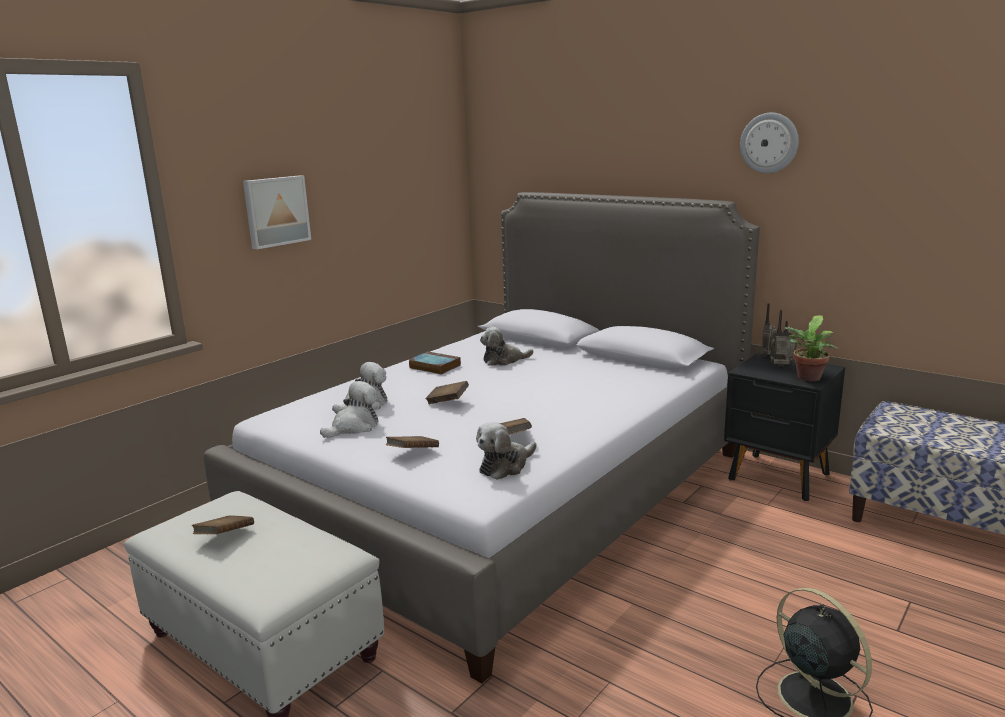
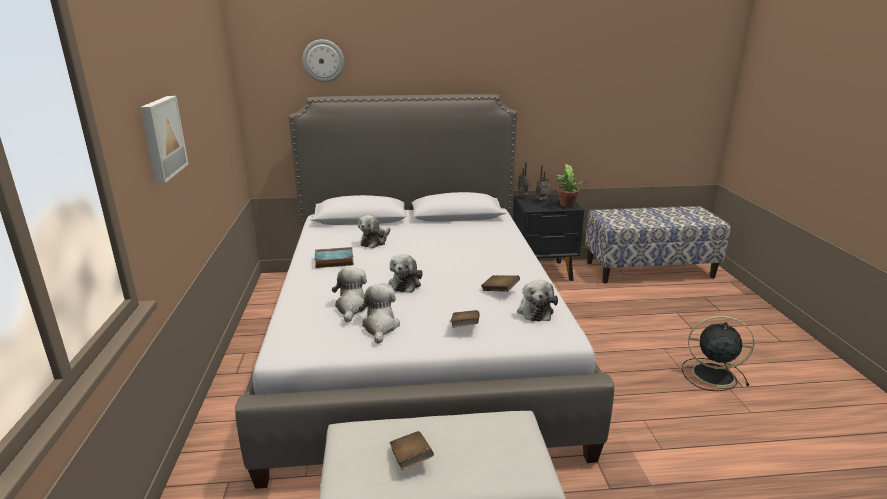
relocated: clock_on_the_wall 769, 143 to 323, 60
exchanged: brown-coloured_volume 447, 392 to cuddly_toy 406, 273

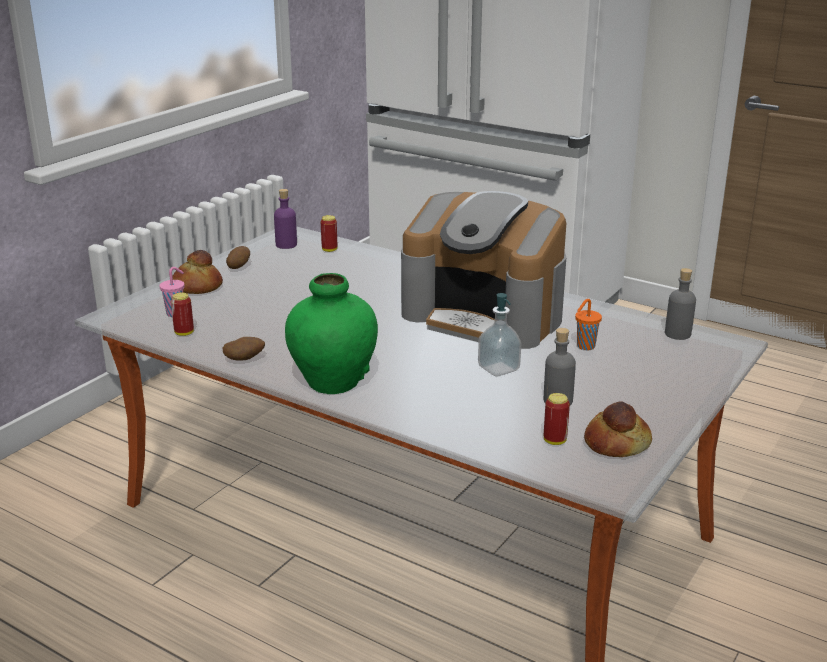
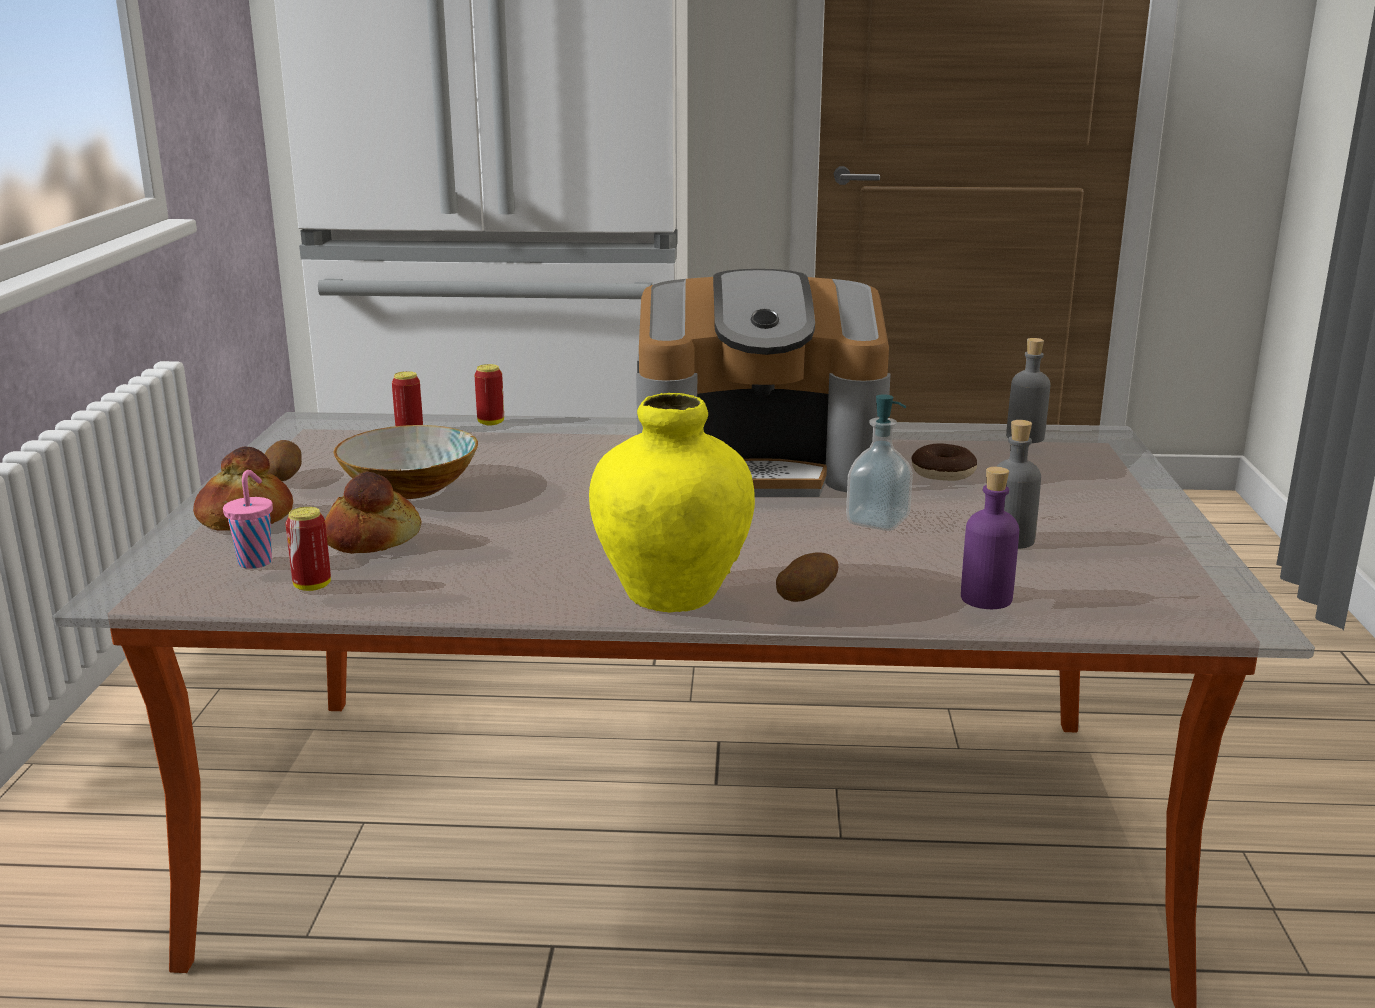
appeared: deep_dish 405, 462
relocated: spud 244, 348 to 807, 577; purplish_bottle 285, 219 to 990, 538; can 557, 419 to 489, 395; bakery_bread 618, 429 to 373, 512
exchanged: orange-coloured_cup 588, 324 to donut 944, 462
colour: greenish_flower_vase 331, 334 to yellow-coloured_flower_vase 672, 503

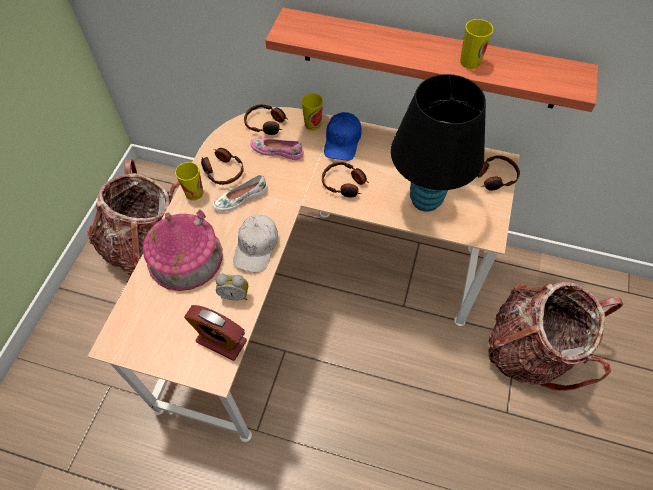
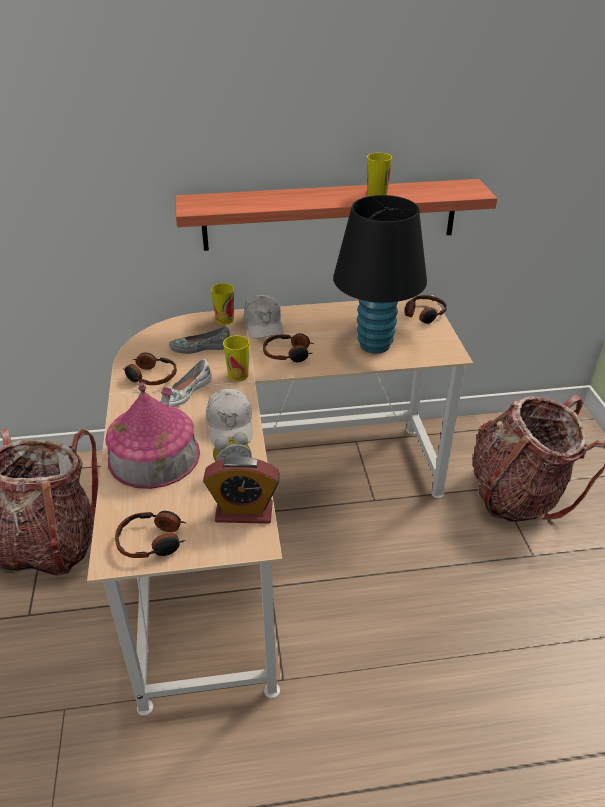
relocated: cup 189, 181 to 236, 358; headset 266, 119 to 150, 534
colour: pink_shoe 277, 149 to grey_shoe 199, 340; blue_baseball_cap 343, 136 to white_baseball_cap 263, 317

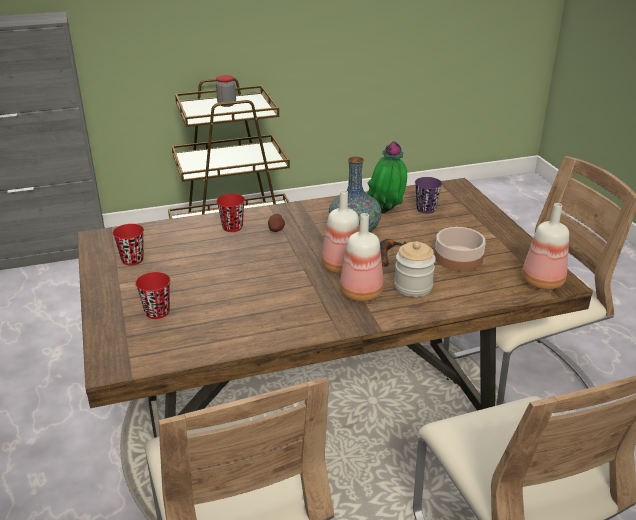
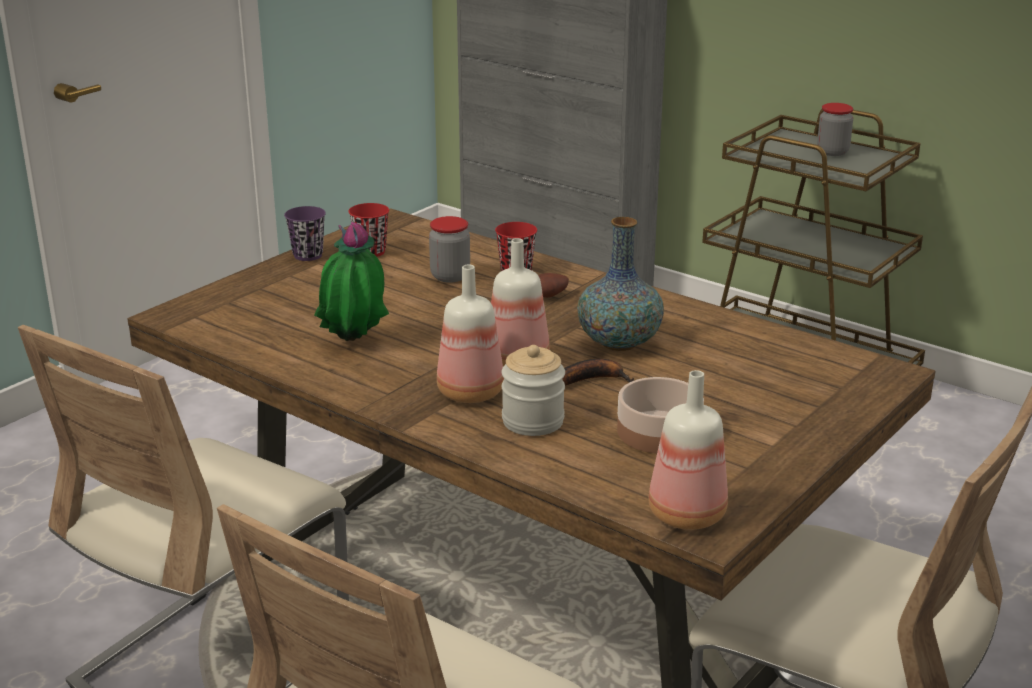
missing: reddish_cup 152, 295
appeared: storage_jar 449, 249
relocated: plant_in_a_pot 387, 177 to 351, 281; purplish_cup 428, 195 to 305, 233

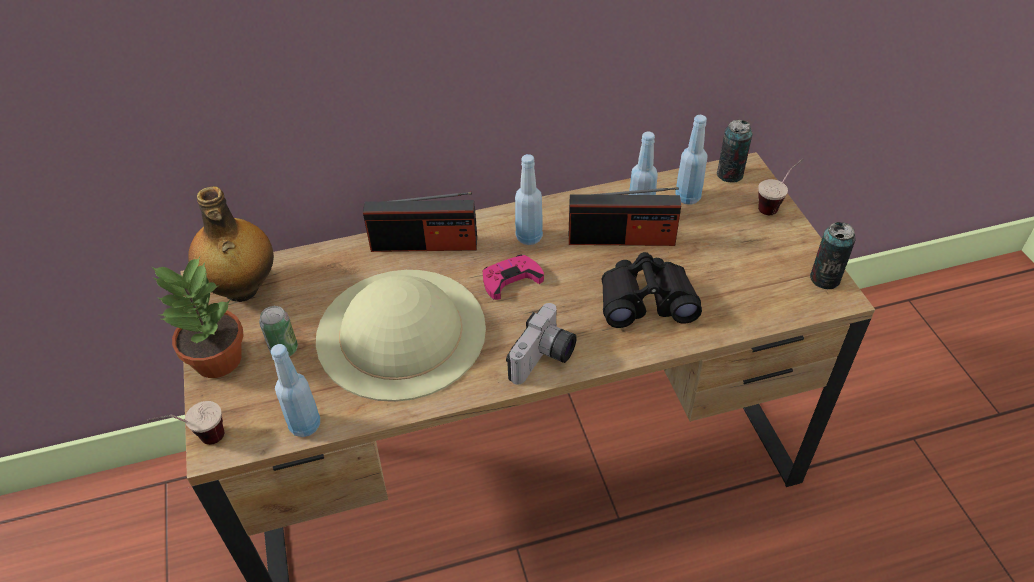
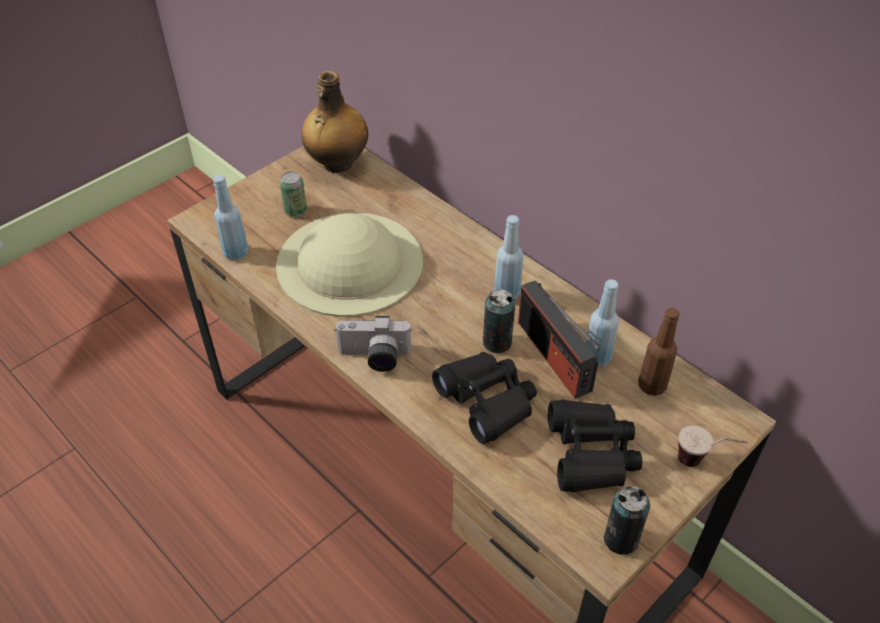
missing: cup 185, 423; plant_in_a_pot 198, 317; radio_receiver 420, 222; pink_gamepad 513, 277
appeared: blackish_binoculars 595, 445
relocated: can 735, 151 to 499, 321
colour: blue_bottle 691, 160 to brown-coloured_bottle 659, 352

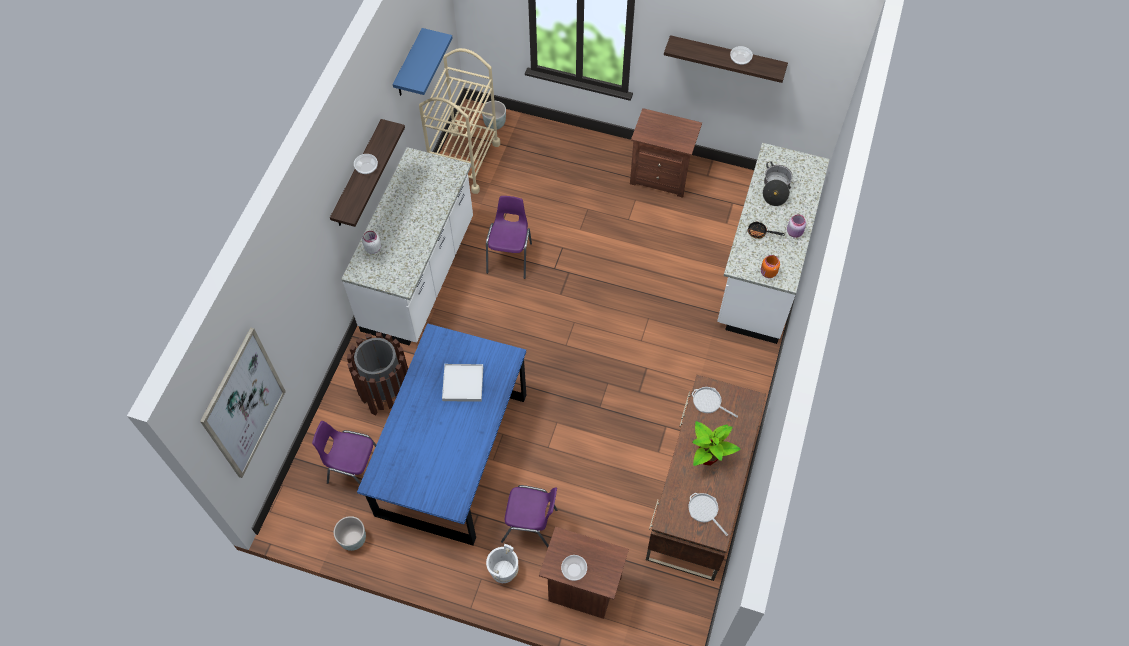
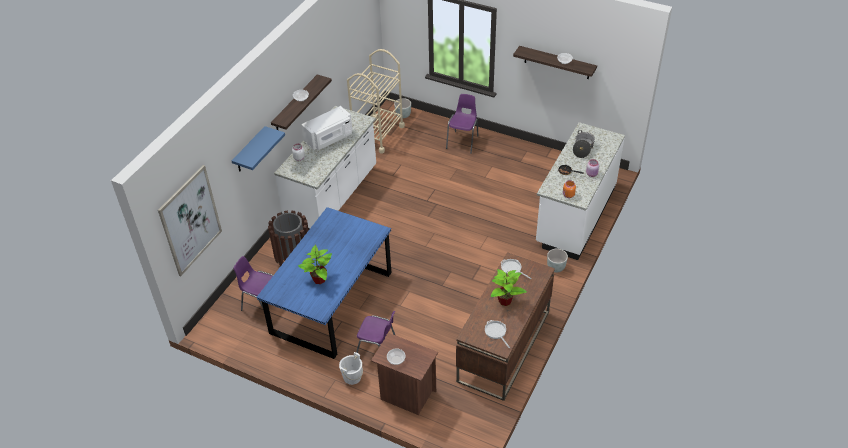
missing: white_serving_tray 462, 383; brown-coloured_nightstand 666, 153
appeared: plant_in_a_pot 315, 264; white_microwave_oven 326, 128
relocated: grey_plant_pot 350, 533 to 557, 260; blue_wall_shelf 422, 62 to 258, 149; purplish_chair 509, 237 to 462, 124

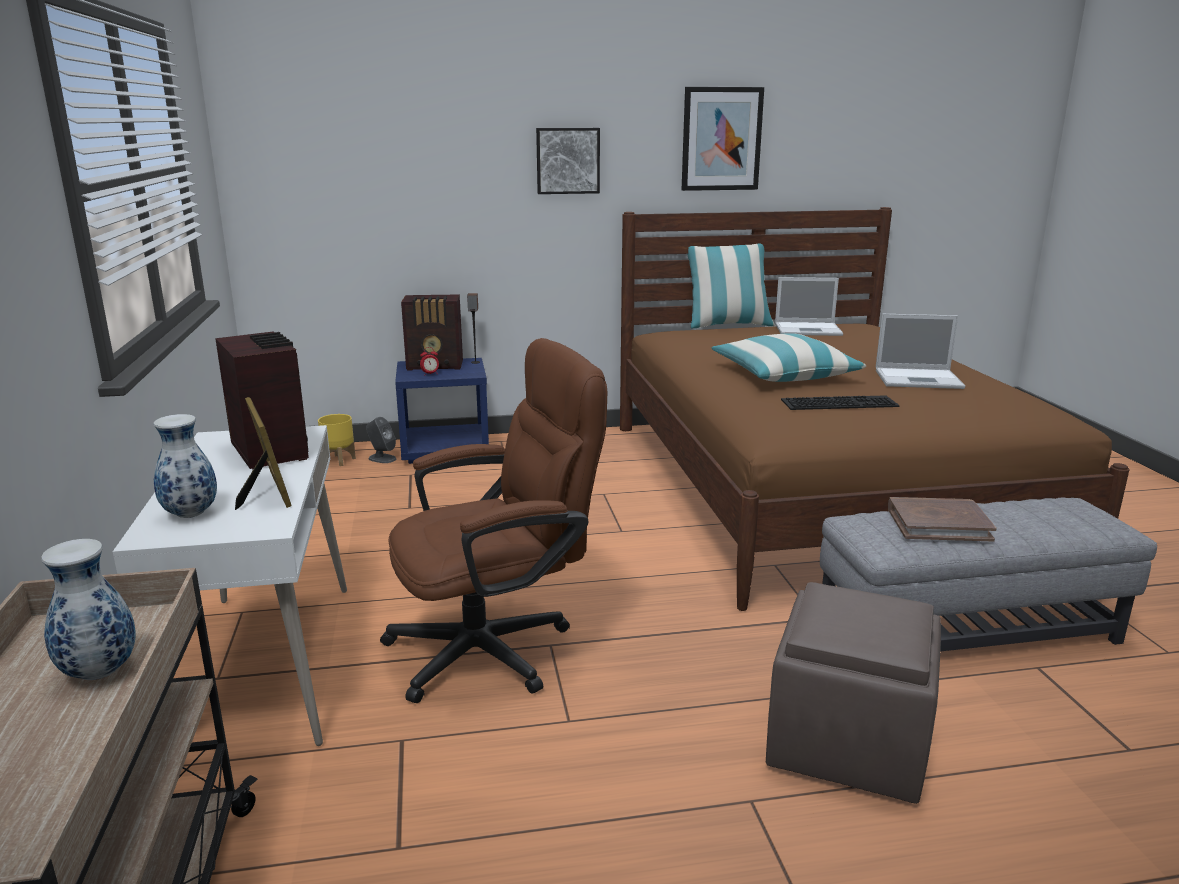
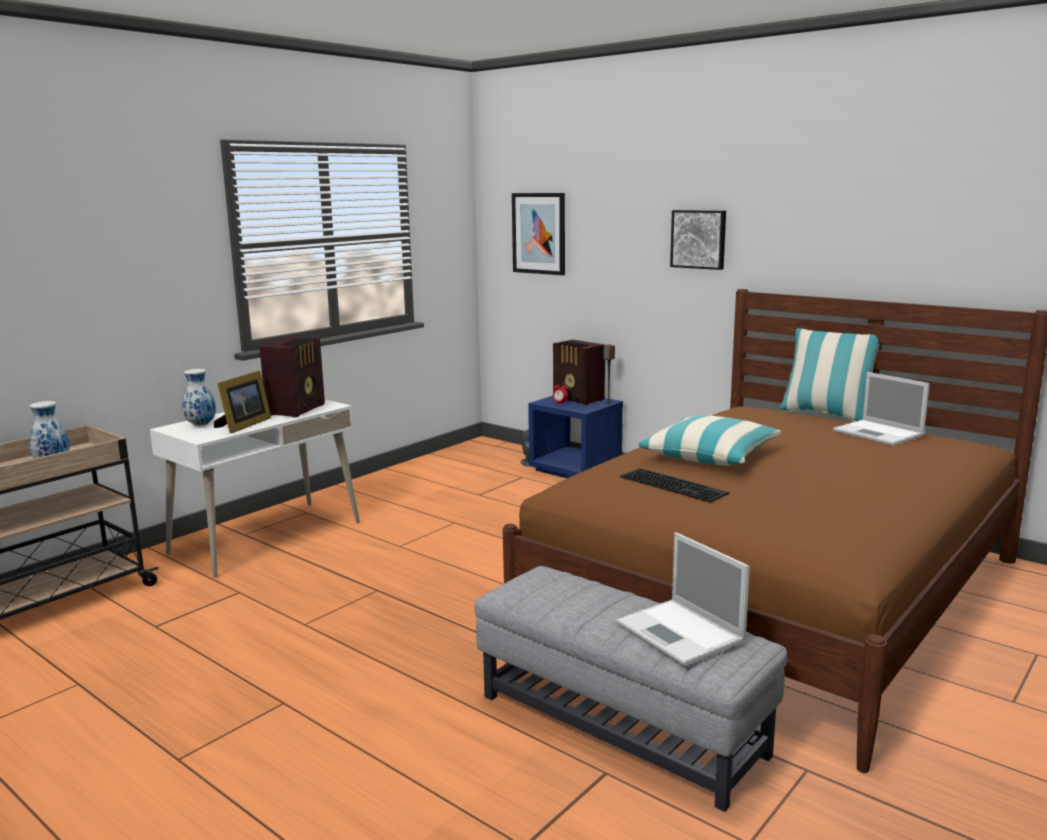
missing: yellow-coloured_plant_pot 337, 440; brown-coloured_desk_chair 493, 520; brown-coloured_ottoman 853, 693; brown-coloured_volume 942, 519
relocated: wall_art 723, 139 to 538, 234; portable_computer 920, 351 to 683, 599

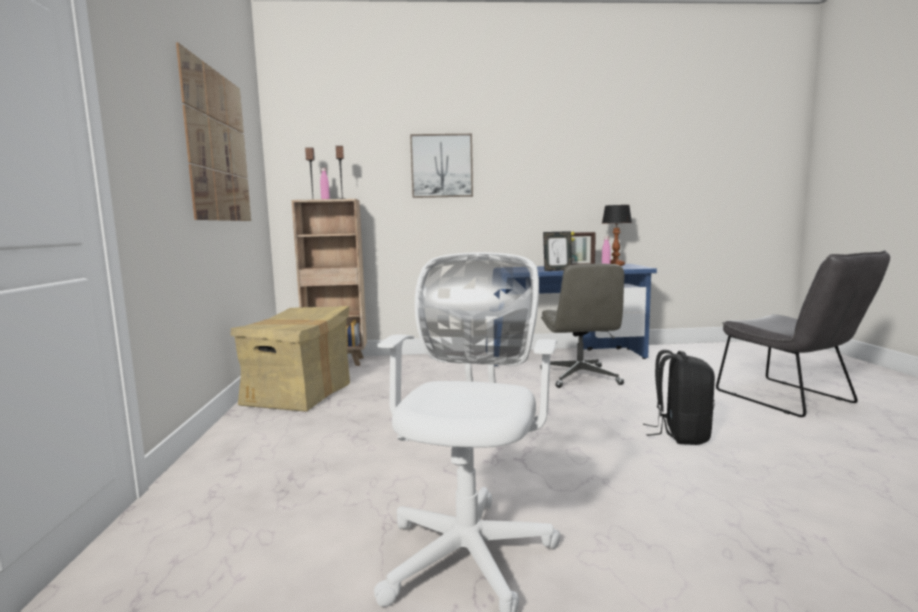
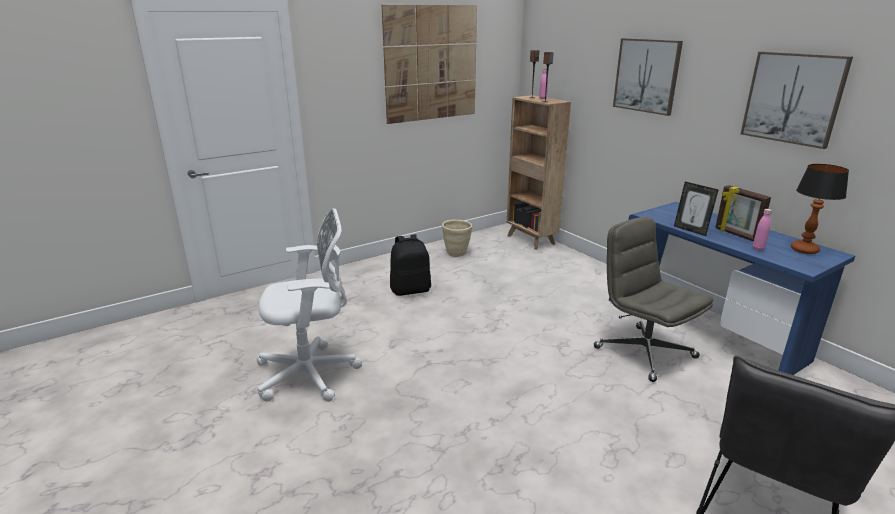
appeared: wall_art 797, 100
relocated: blackish_rucksack 679, 397 to 410, 265
exchanged: cardboard_box 290, 359 to beige_plant_pot 457, 238
spun: grey_desk_chair 582, 326 = 653, 299 90 degrees clockwise

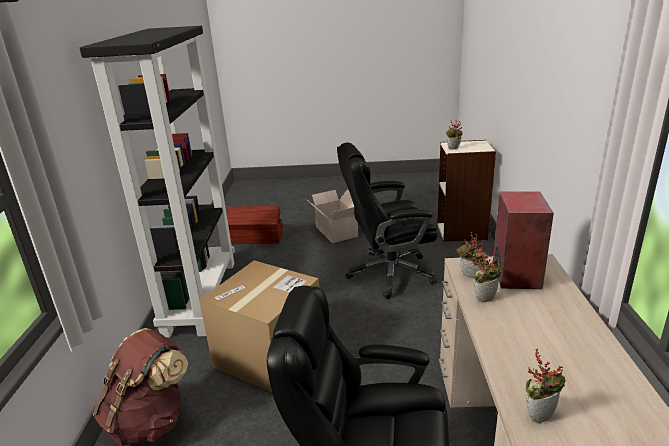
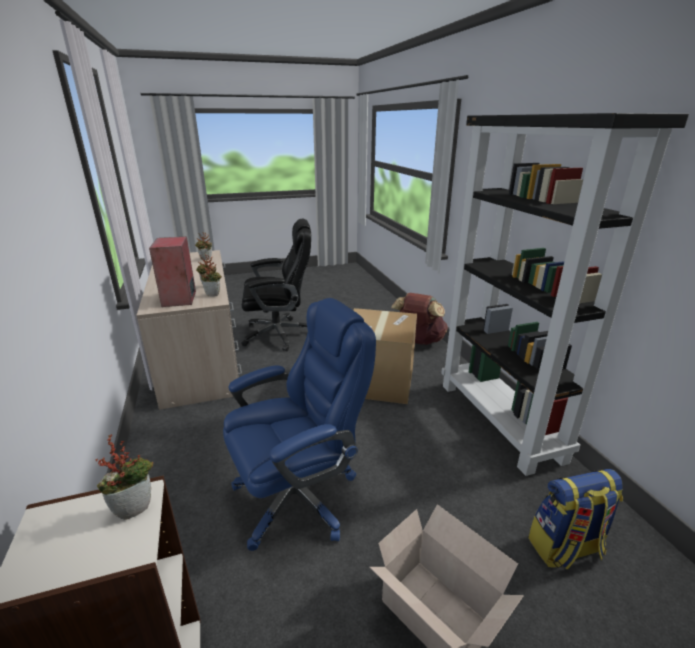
exchanged: brown-coloured_storage_bin 255, 225 to rucksack 575, 519
colour: blackish_desk_chair 387, 221 to blue_desk_chair 299, 424

